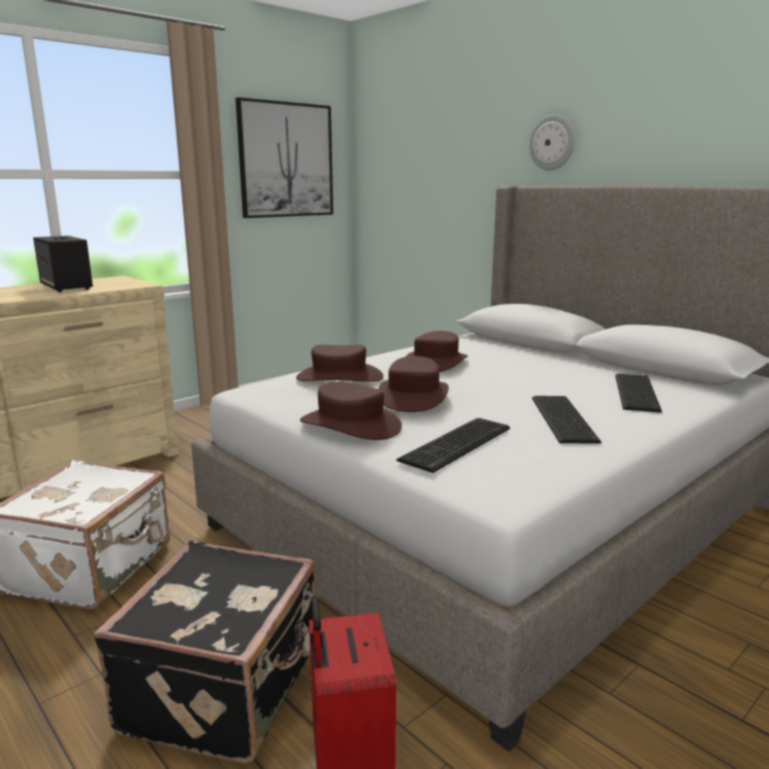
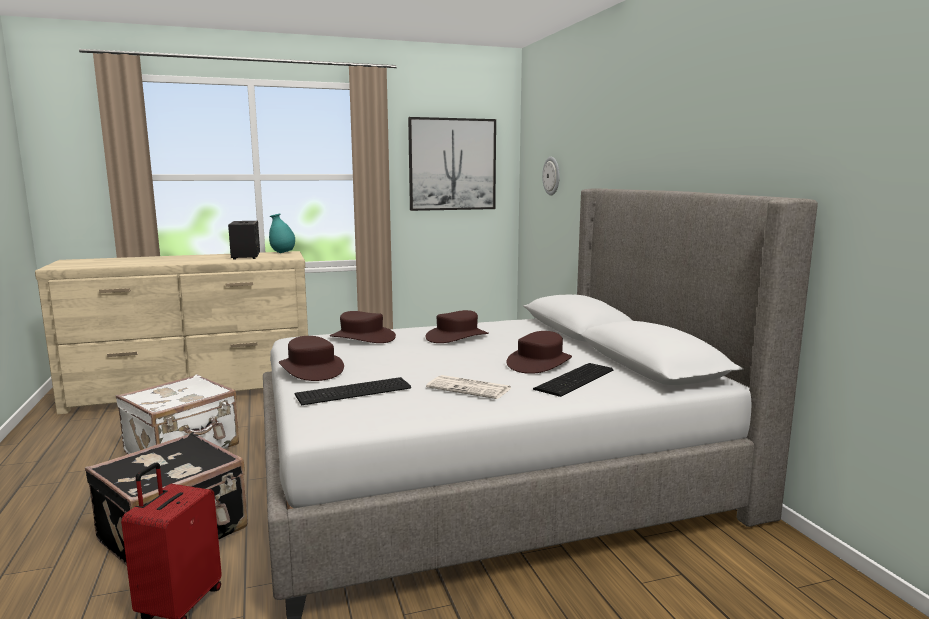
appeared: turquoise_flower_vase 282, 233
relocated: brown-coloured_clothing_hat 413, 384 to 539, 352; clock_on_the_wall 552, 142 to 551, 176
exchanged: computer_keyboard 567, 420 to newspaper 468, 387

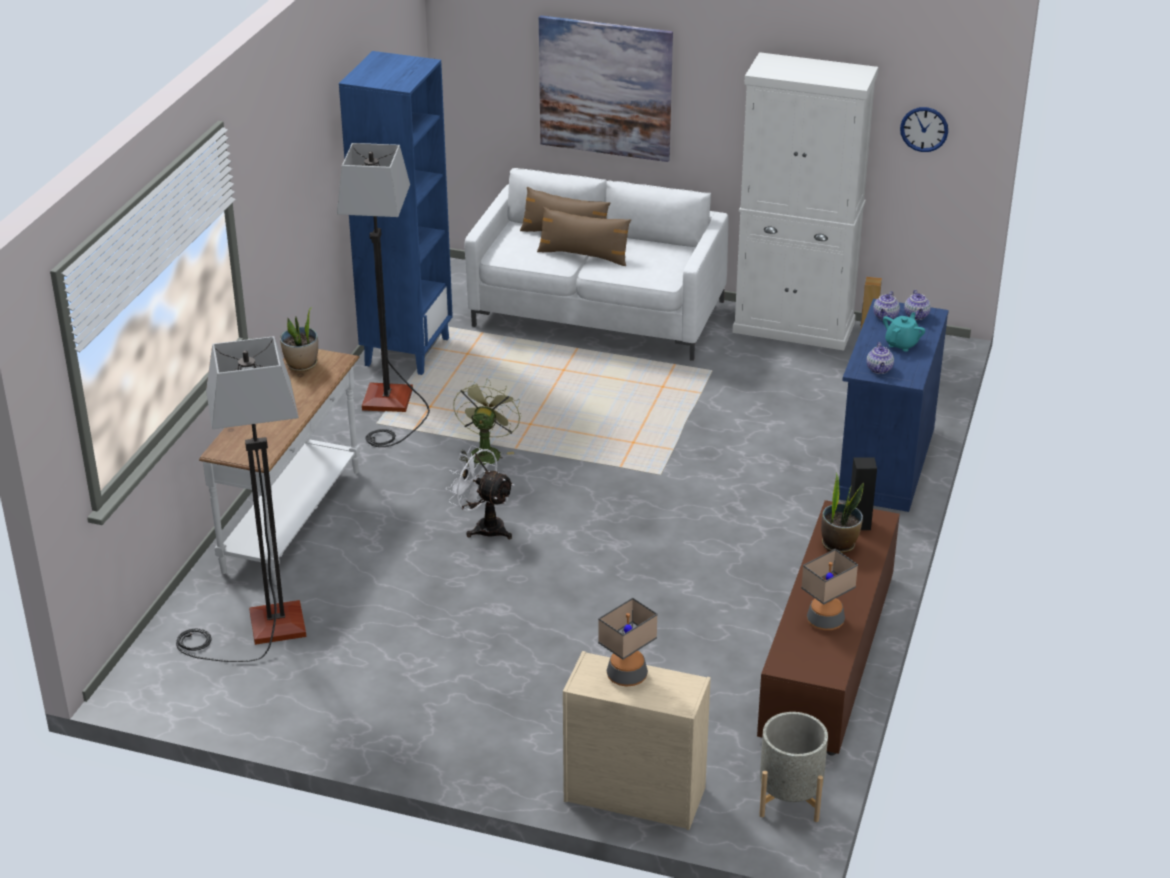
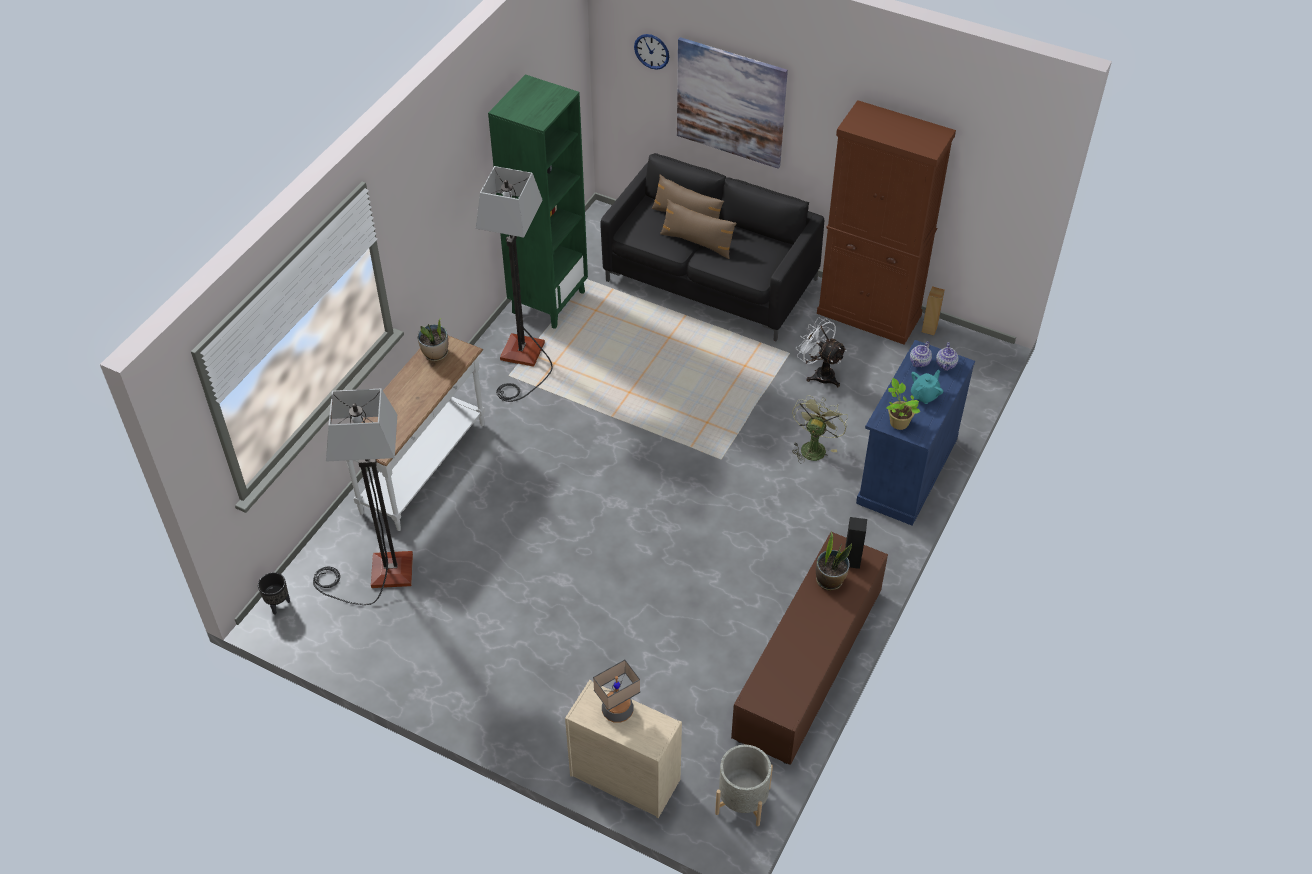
missing: tabletop_lamp 829, 589
appeared: blackish_plant_pot 274, 593
relocated: white_cooling_fan 480, 492 to 821, 352; greenish_cooling_fan 487, 423 to 820, 429; clock_on_the_wall 924, 129 to 651, 52
exchanged: tea_pot 880, 358 to plant_in_a_pot 903, 404
colour: blue_bookcase 396, 213 to greenish_bookcase 538, 201; white_sofa 597, 264 to blackish_sofa 712, 247; white_cupboard 805, 201 to brown-coloured_cupboard 886, 222

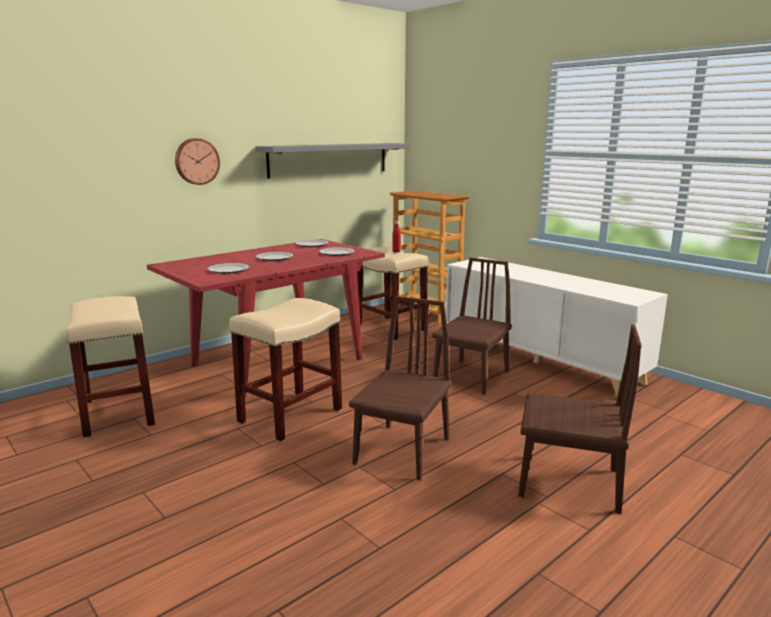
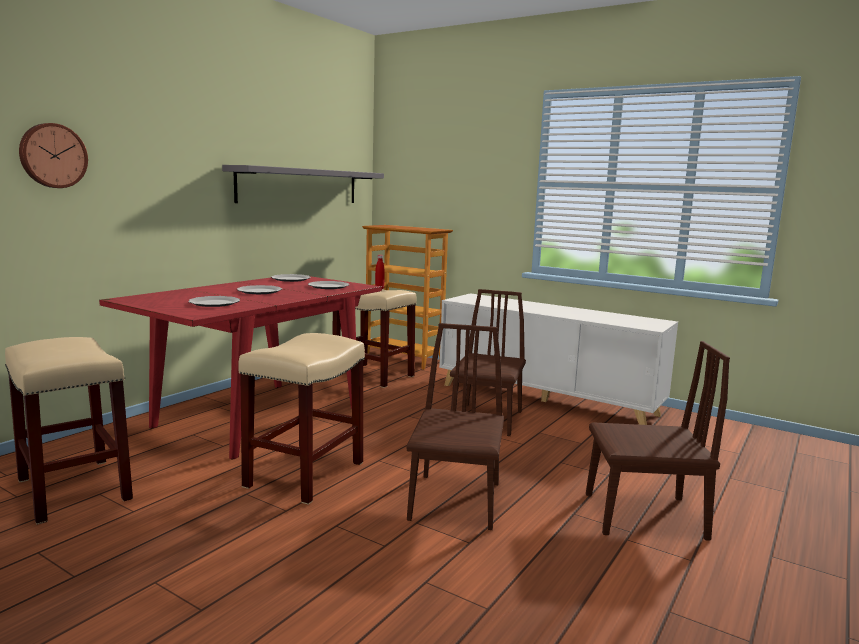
relocated: clock_on_the_wall 197, 161 to 53, 155

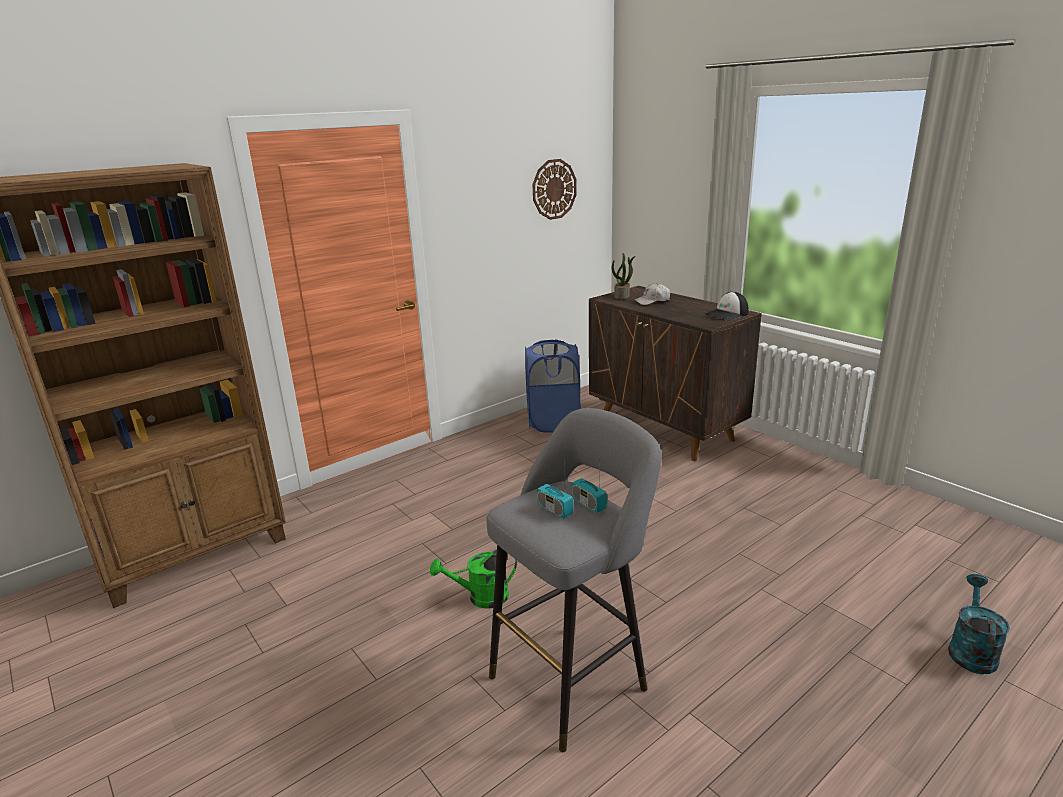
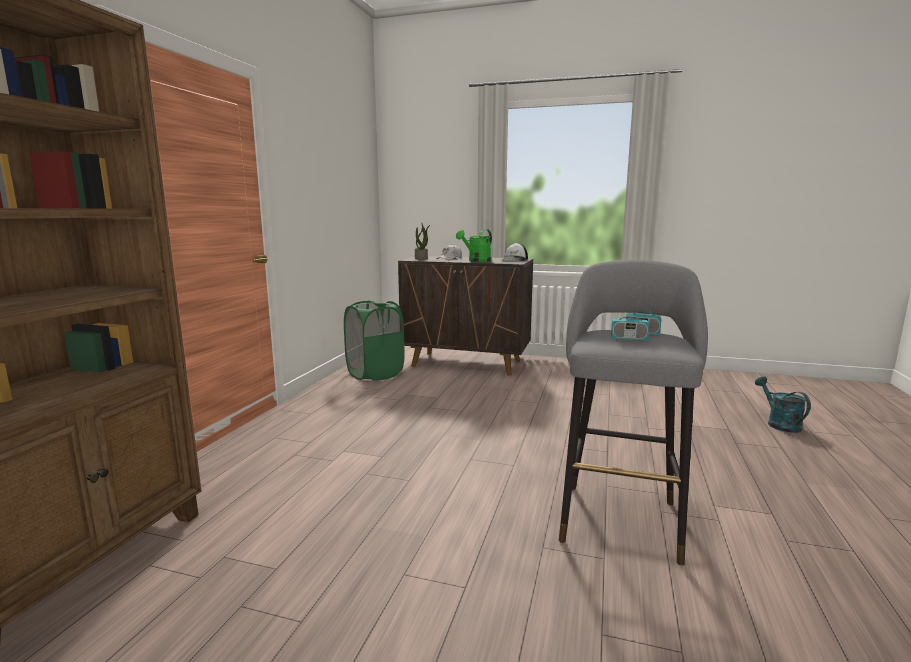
missing: clock_on_the_wall 554, 189
relocated: greenish_watering_can 473, 579 to 474, 245
colour: blue_laundry_basket 552, 386 to greenish_laundry_basket 374, 341

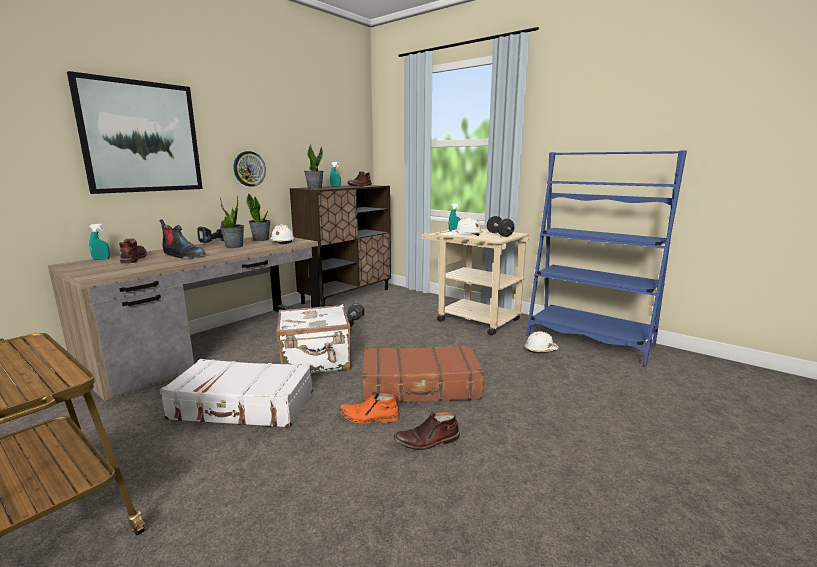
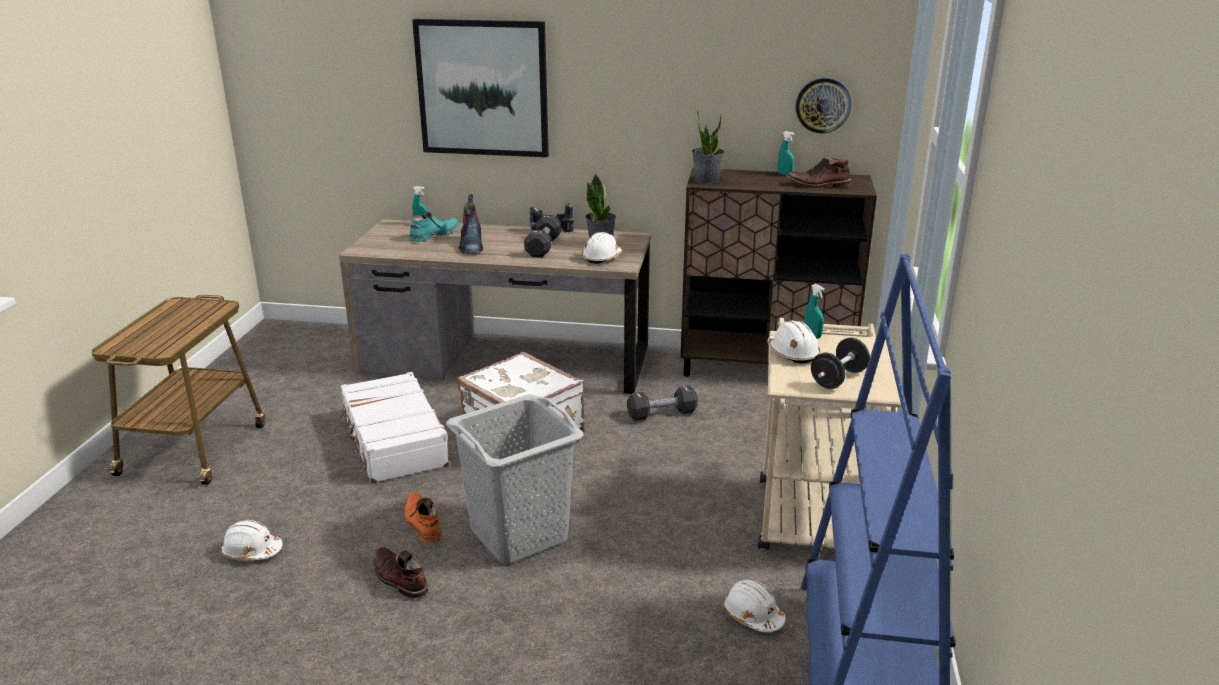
appeared: white_safety_helmet 252, 540
relocated: clock_on_the_wall 250, 169 to 823, 105
exchanged: plant_in_a_pot 232, 221 to blackish_hand_weight 542, 236; brown-coloured_travel_case 423, 374 to grey_laundry_basket 515, 479
colour: brown-coloured_boot 133, 250 to turquoise_boot 434, 227

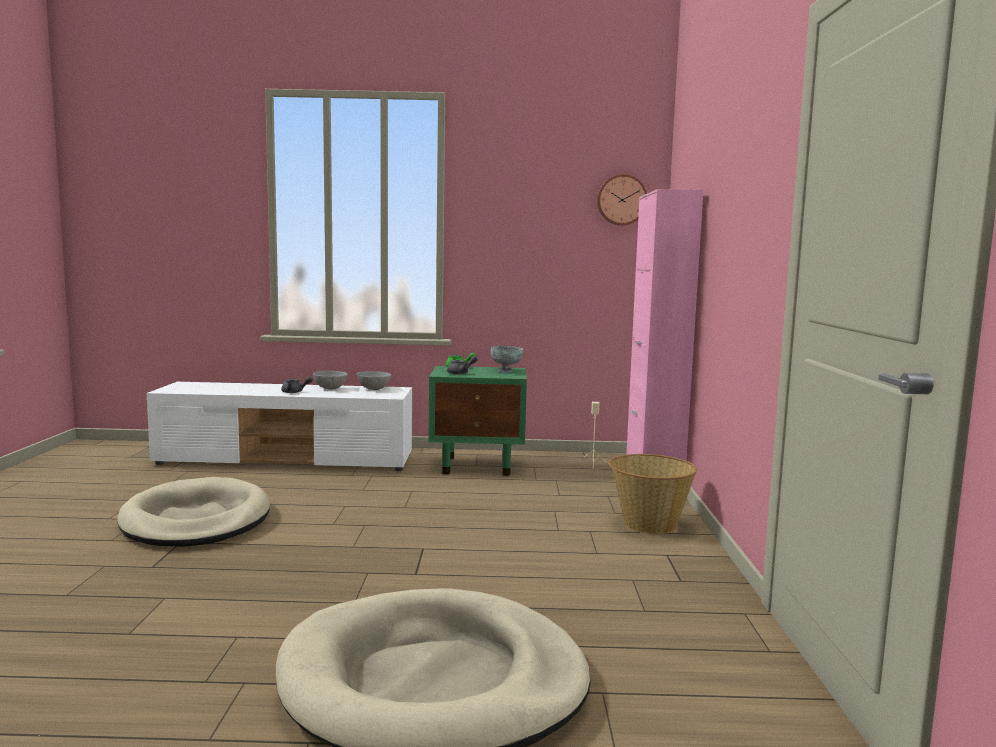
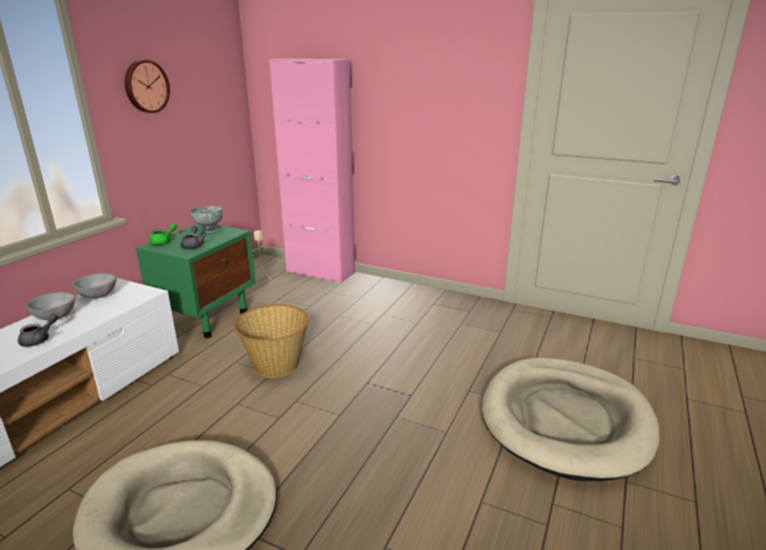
relocated: clock_on_the_wall 622, 200 to 147, 86; basket 652, 494 to 271, 341

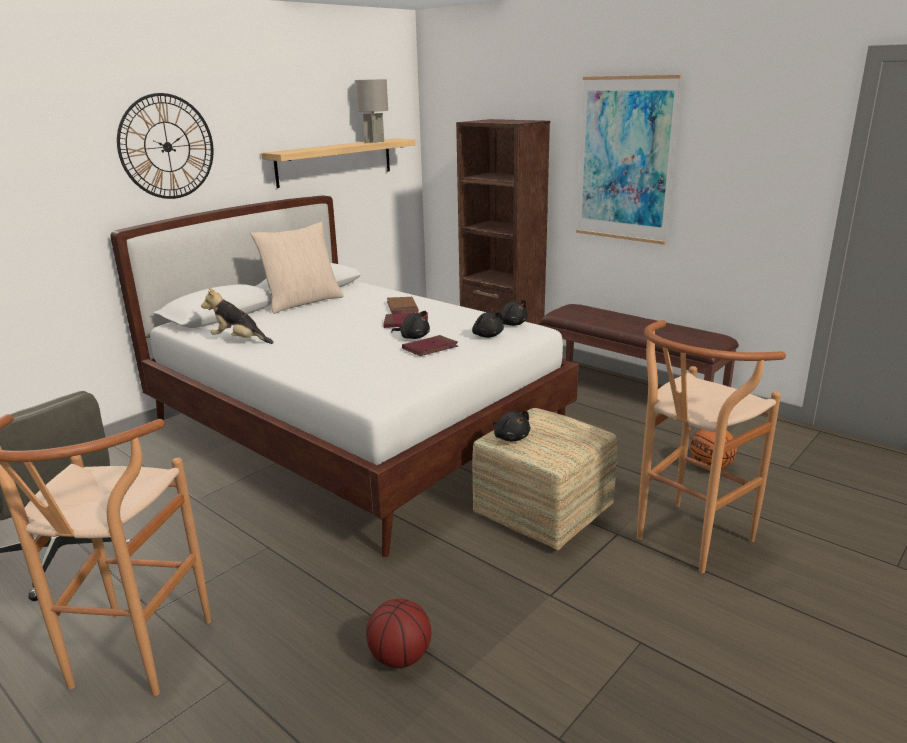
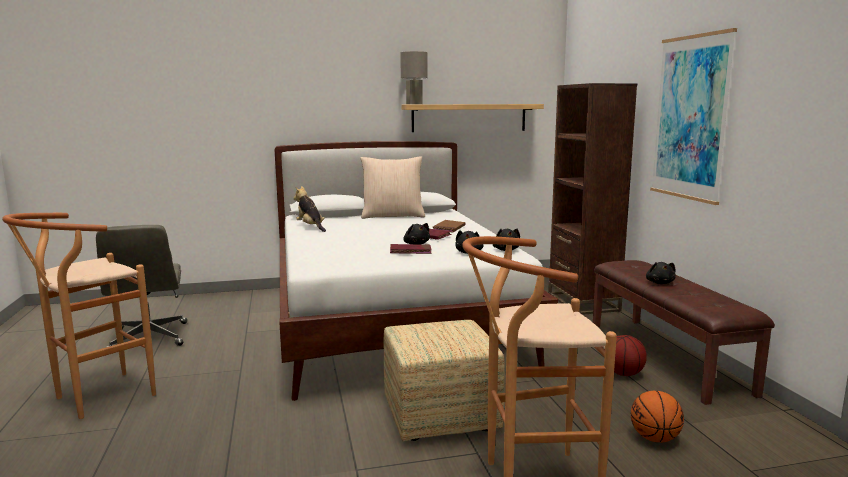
missing: clock_on_the_wall 165, 146
relocated: grey_tabletop_lamp 371, 111 to 414, 77; basketball 398, 633 to 630, 355; blackish_cuddly_toy 511, 426 to 661, 273

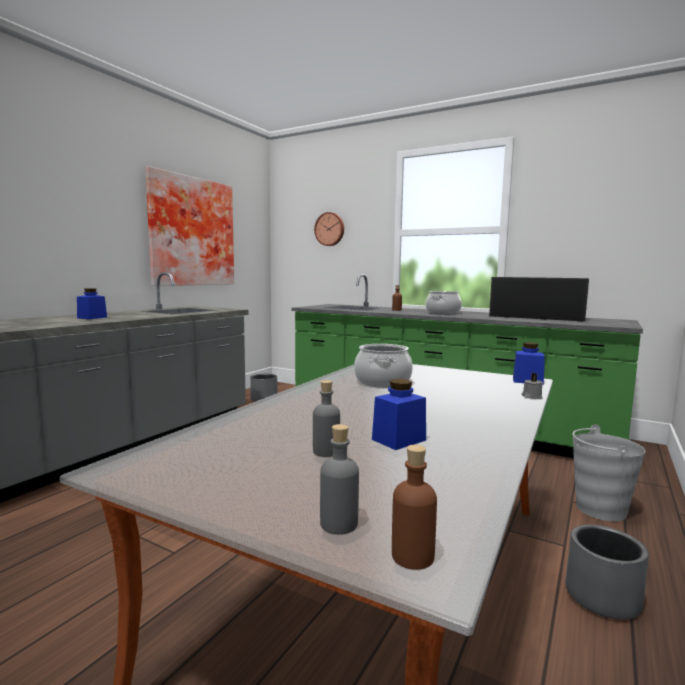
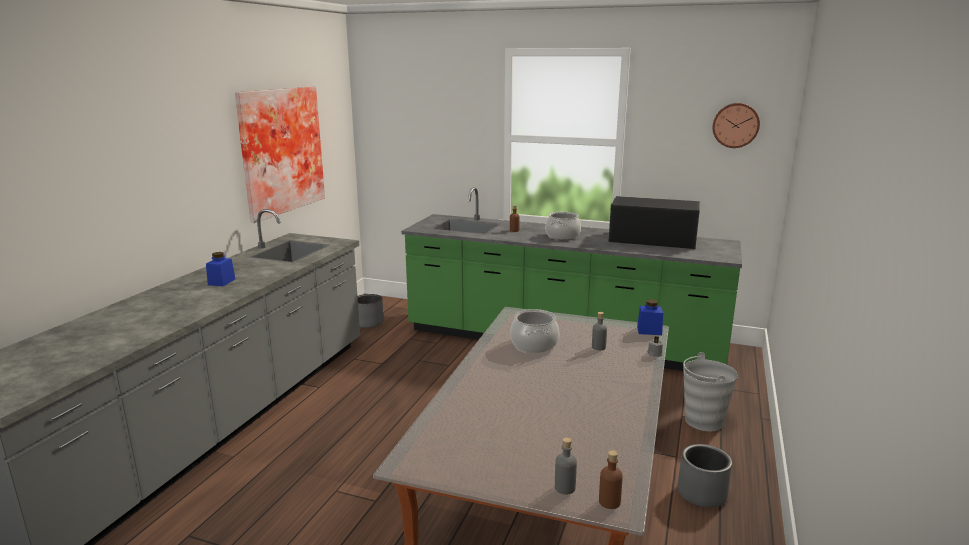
missing: blue_storage_jar 399, 414
relocated: grey_bottle 326, 418 to 599, 331; clock_on_the_wall 329, 229 to 736, 125

